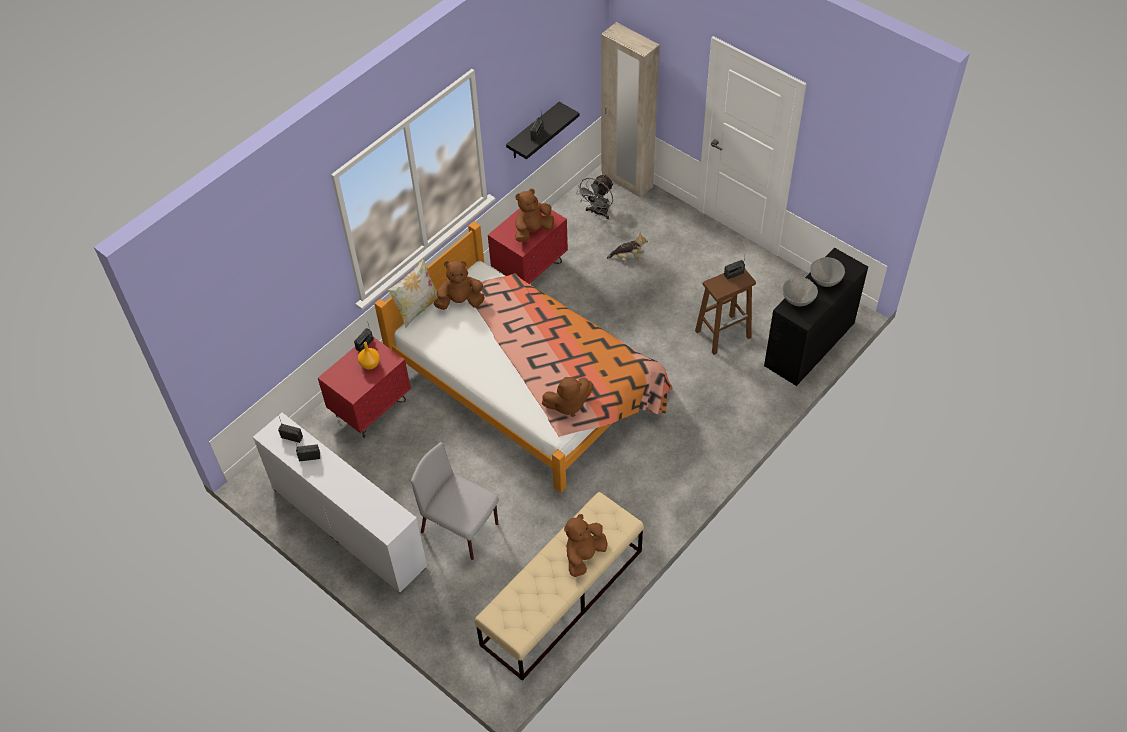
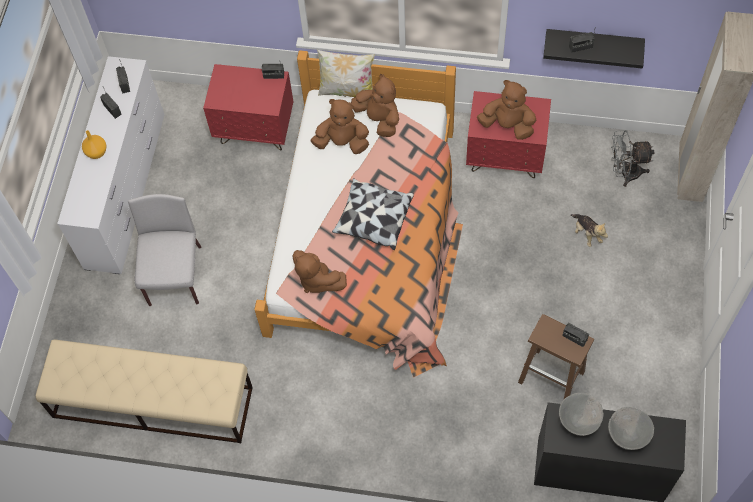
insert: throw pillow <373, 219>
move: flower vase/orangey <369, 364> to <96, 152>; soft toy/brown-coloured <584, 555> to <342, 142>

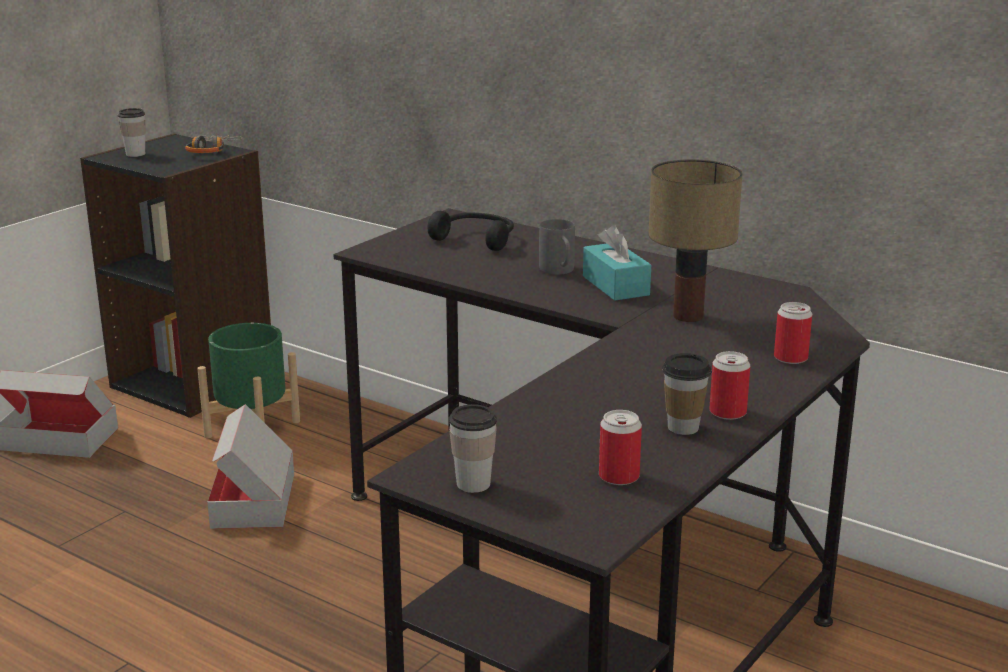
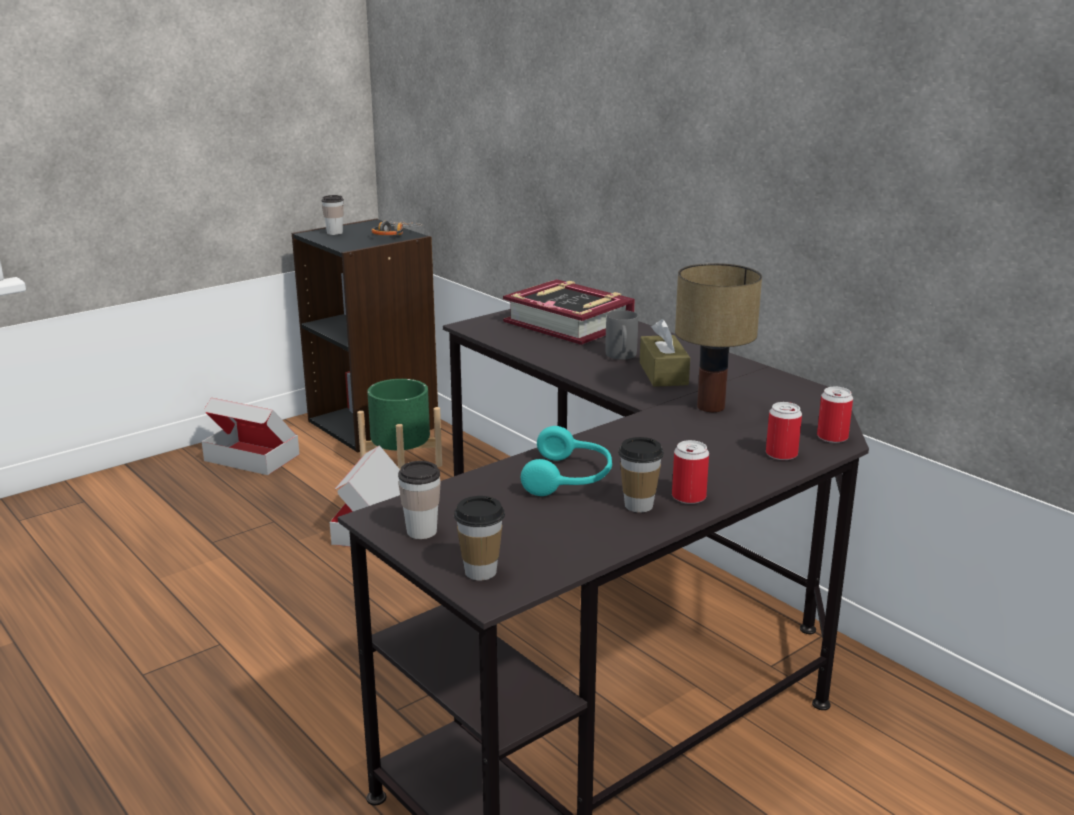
insert: small cup <480, 572>; pair of headphones/turquoise-coloured <570, 478>
move: metal can <619, 477> to <832, 437>
replace: pair of headphones/black-coloured <476, 239> to book <569, 323>
recolor: tissue box/turquoise-coloured <615, 285> to tissue box/brown-coloured <663, 374>

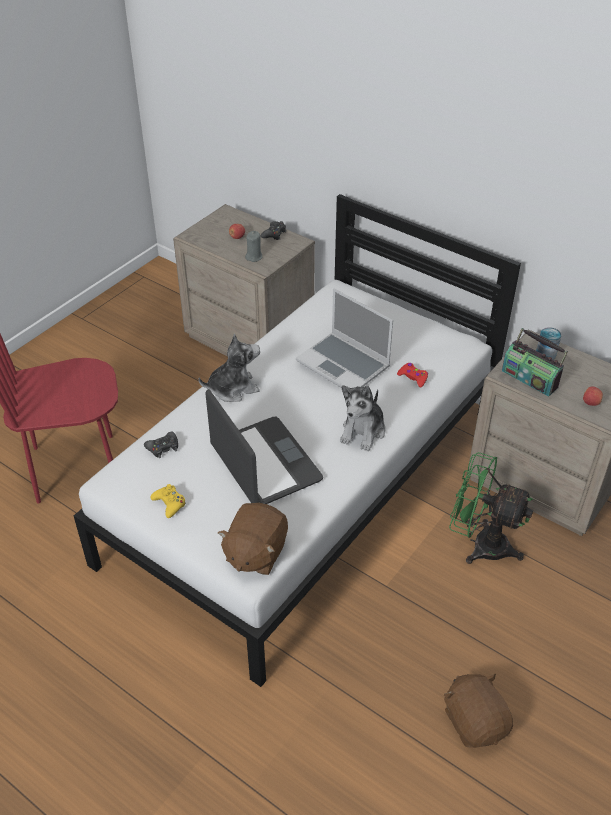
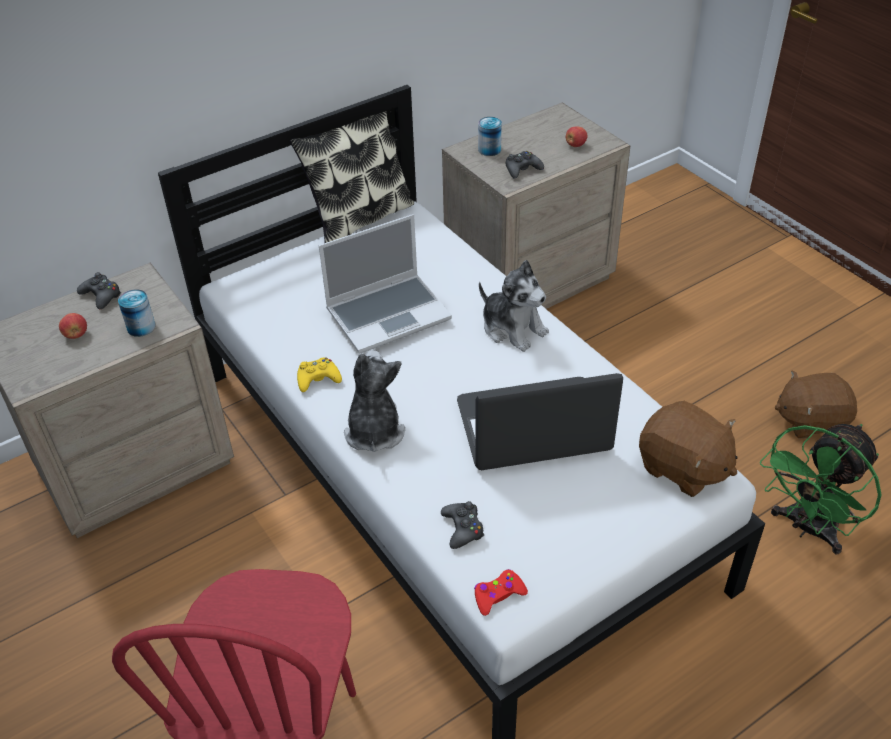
insert: throw pillow <359, 219>
move: game controller/yellow-coloured <169, 503> to <318, 379>; game controller/red-coloured <413, 377> to <498, 595>; cooling fan/green <480, 544> to <807, 528>
replace: wax candle/gray <254, 257> to metal can <141, 327>; radio receiver <530, 378> to game controller/black-coloured <522, 169>

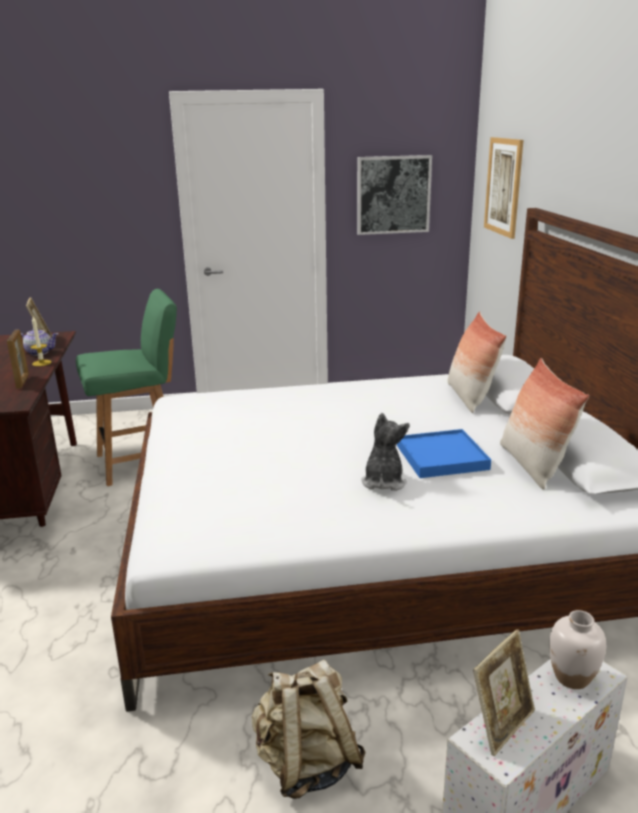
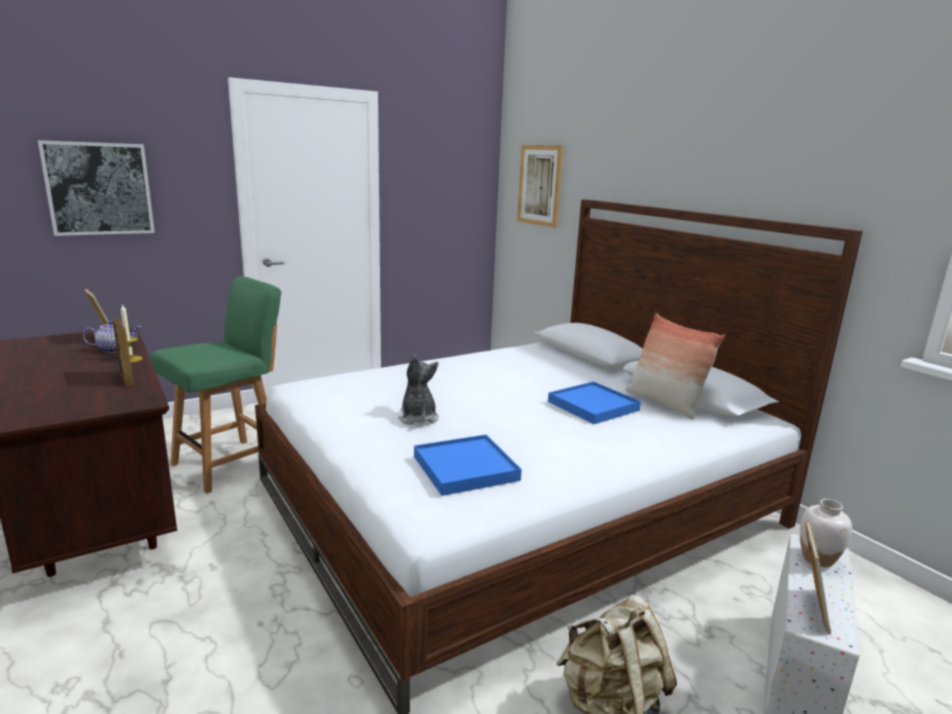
delete: throw pillow <469, 397>
insert: serving tray/blue-coloured <465, 468>
move: wall art <393, 195> to <99, 188>; soft toy <383, 481> to <418, 418>

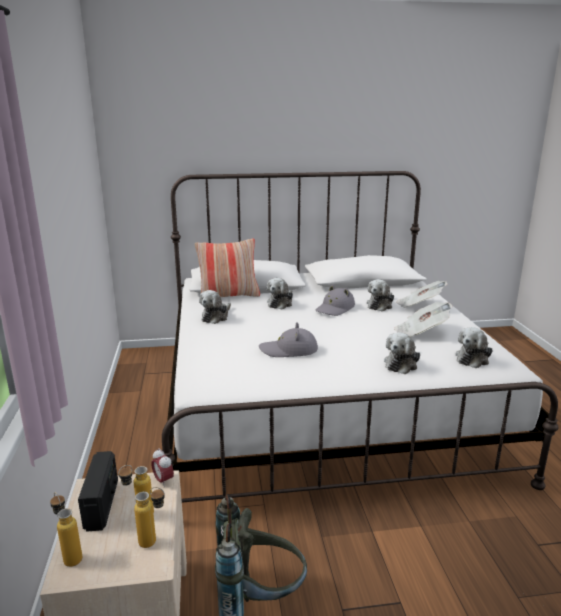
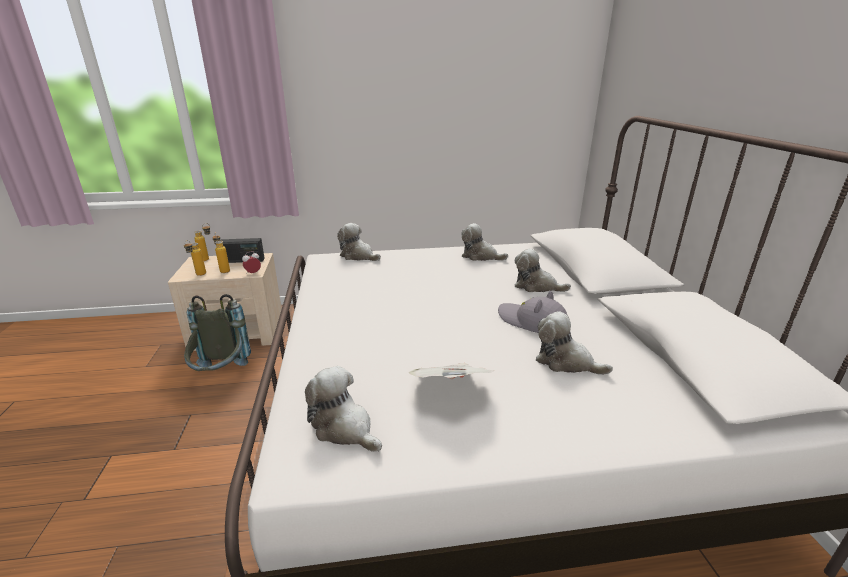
delete: throw pillow <228, 296>; wearable hat/gray <289, 350>; printed paper <419, 306>
move: soft toy <401, 364> to <358, 256>

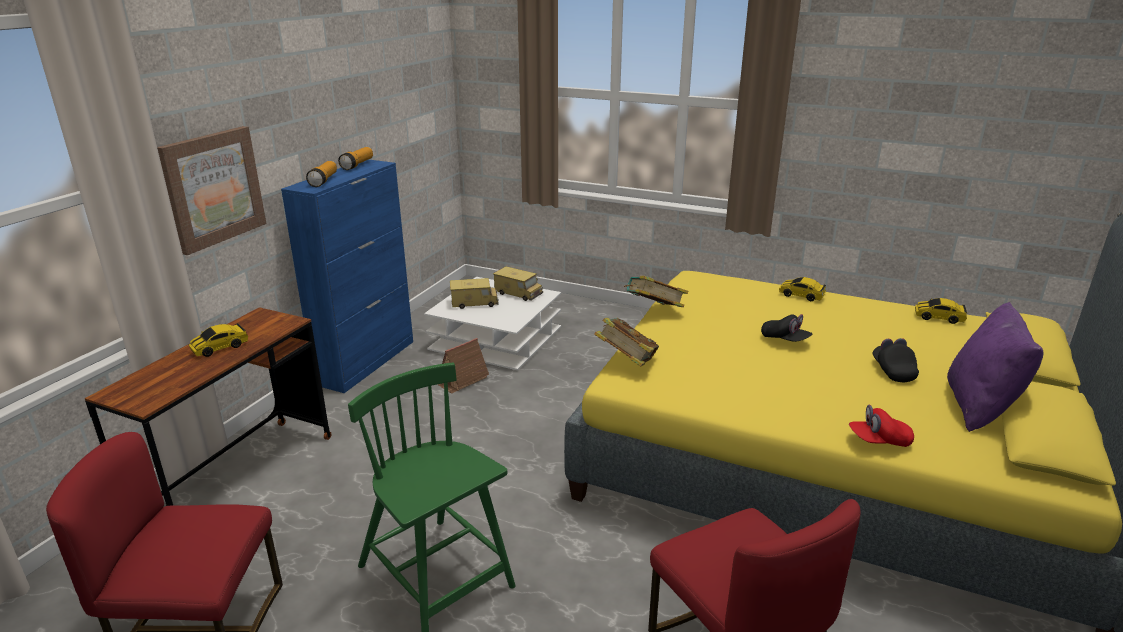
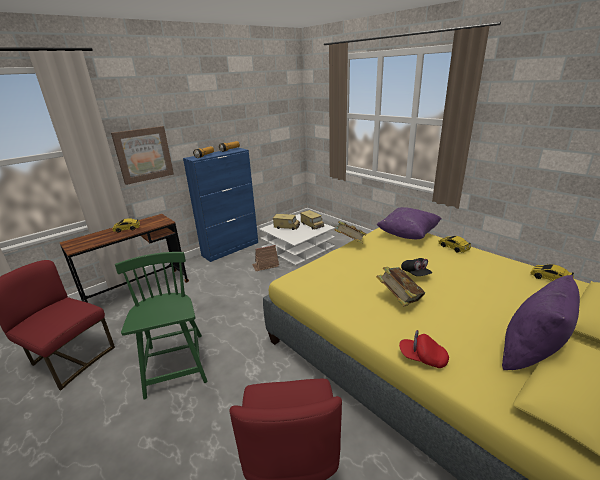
delete: peaked cap/black-coloured <893, 371>
insert: throw pillow/purplish <407, 234>
move: book <626, 362> to <399, 299>

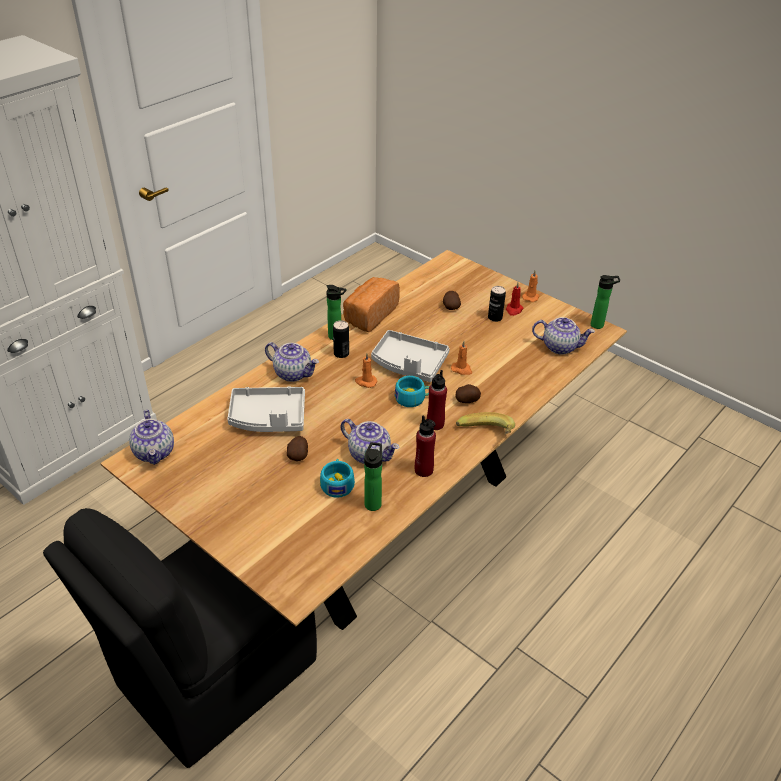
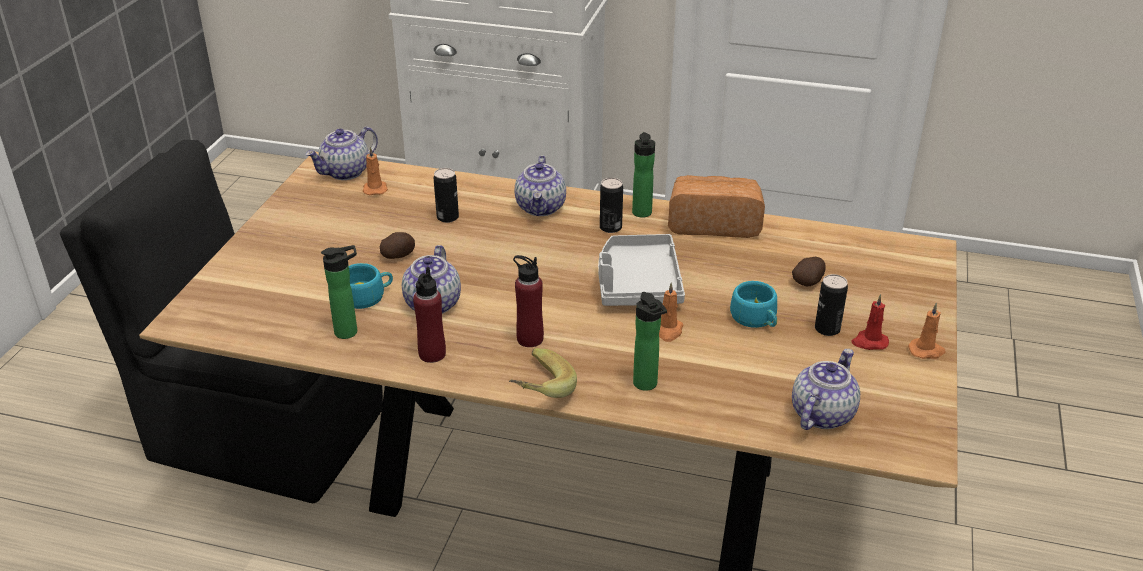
delete: whole potato <467, 401>
move: wax candle/orangey <365, 382> to <375, 189>; small cup/turquoise-coloured <413, 399> to <756, 319>; beverage bottle <599, 325> to <647, 385>
replace: serving tray/gray <268, 418> to metal can <447, 217>
rotate: tea pot <560, 347> = <821, 413> 135 degrees counterclockwise

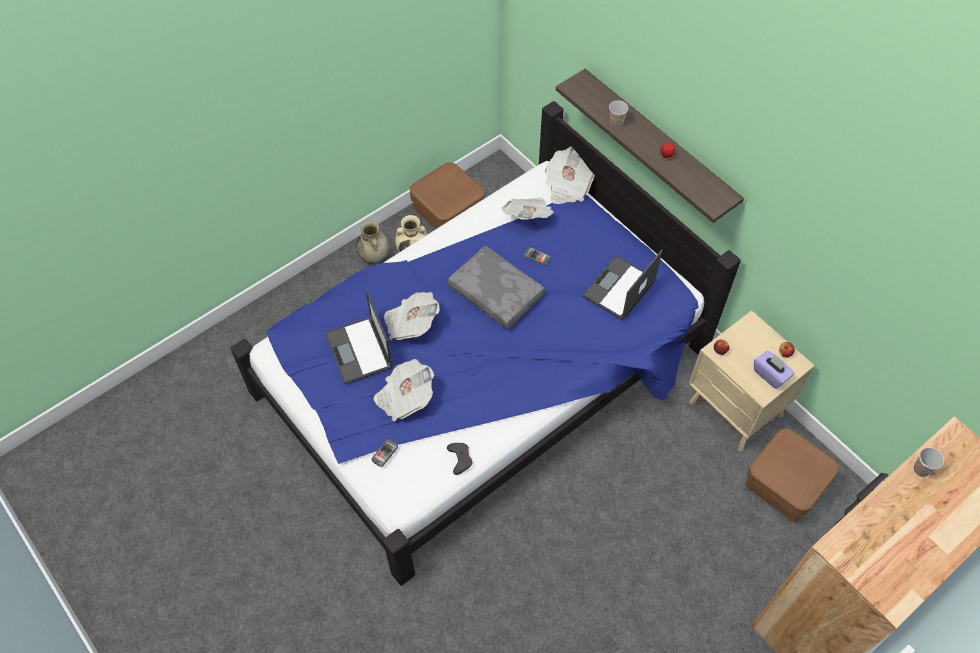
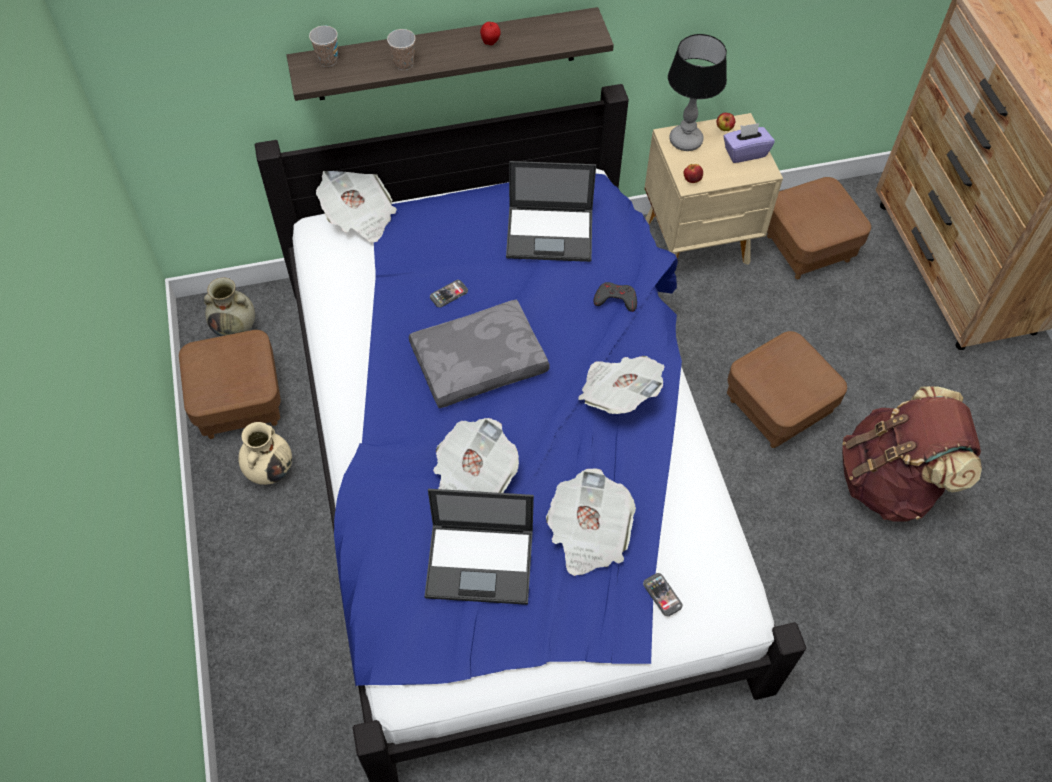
insert: tabletop lamp <686, 141>; footrest/brown-coloured <776, 408>; rucksack/brown-coloured <890, 481>
move: flower vase/sand-coloured <374, 256> to <236, 328>; game controller/gray <460, 458> to <615, 299>; printed paper <528, 217> to <618, 394>; small cup <921, 469> to <327, 60>
rotate: notebook computer <618, 289> = <551, 233> 60 degrees counterclockwise

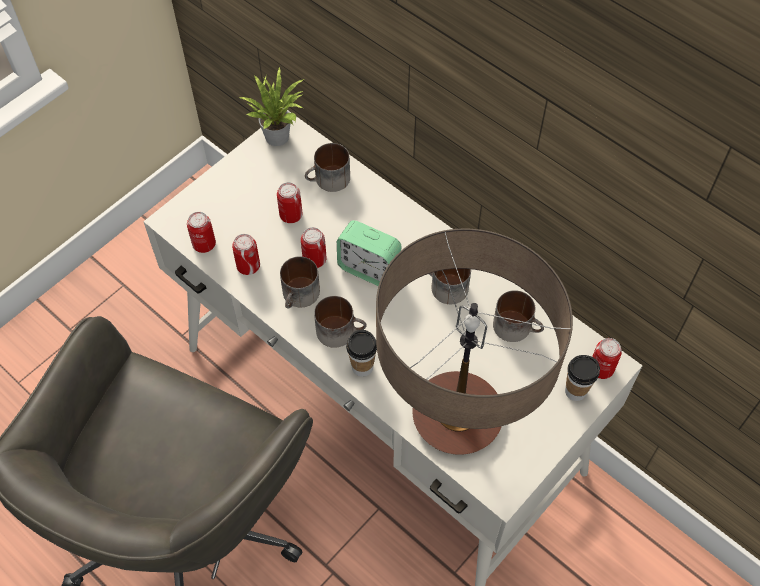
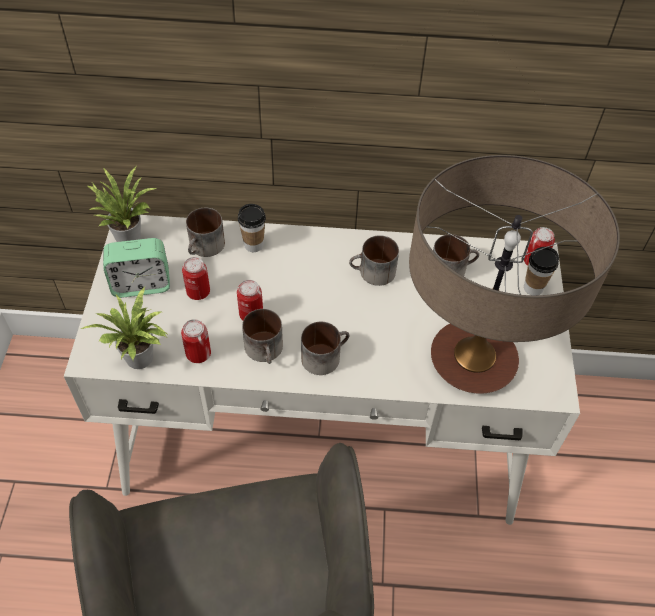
move: alarm clock <369, 269> to <141, 284>; small cup <362, 367> to <253, 245>
replace: metal can <204, 244> to houseplant <141, 360>

